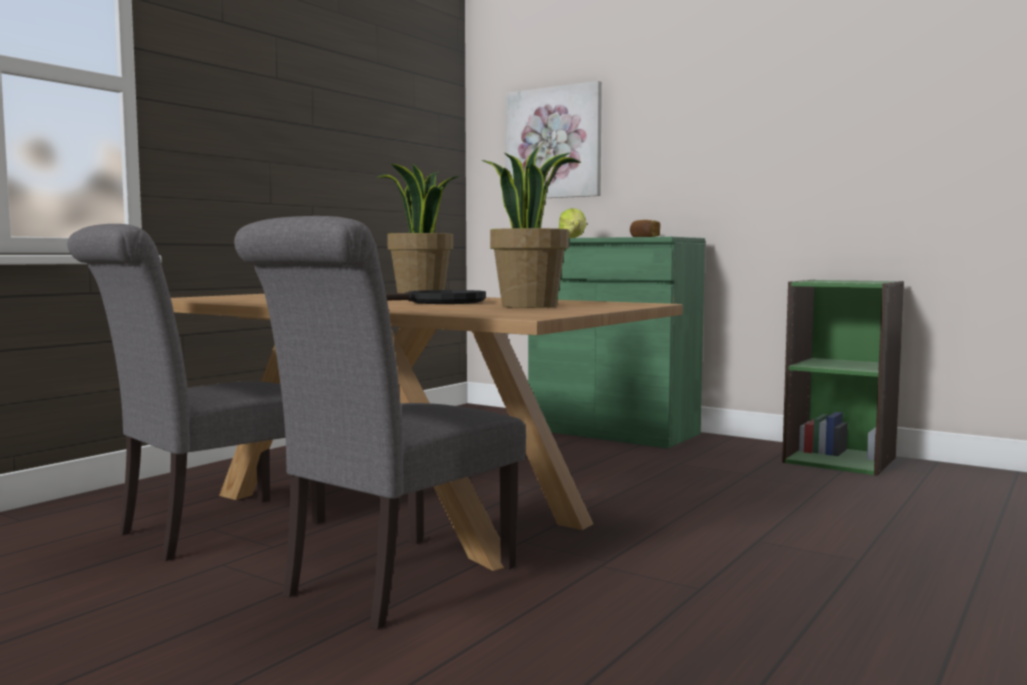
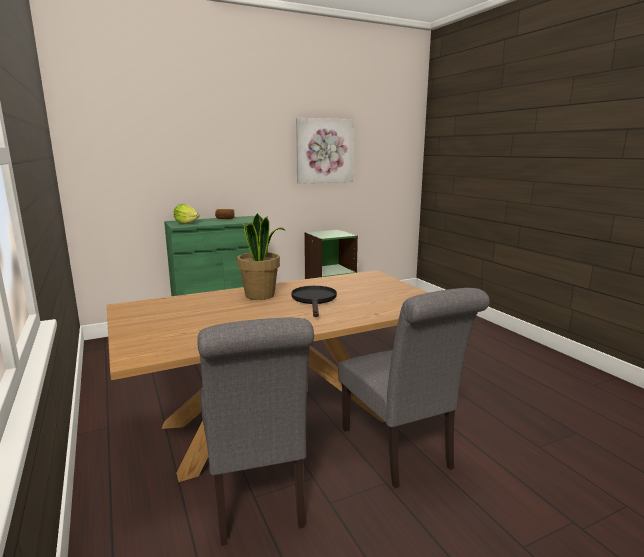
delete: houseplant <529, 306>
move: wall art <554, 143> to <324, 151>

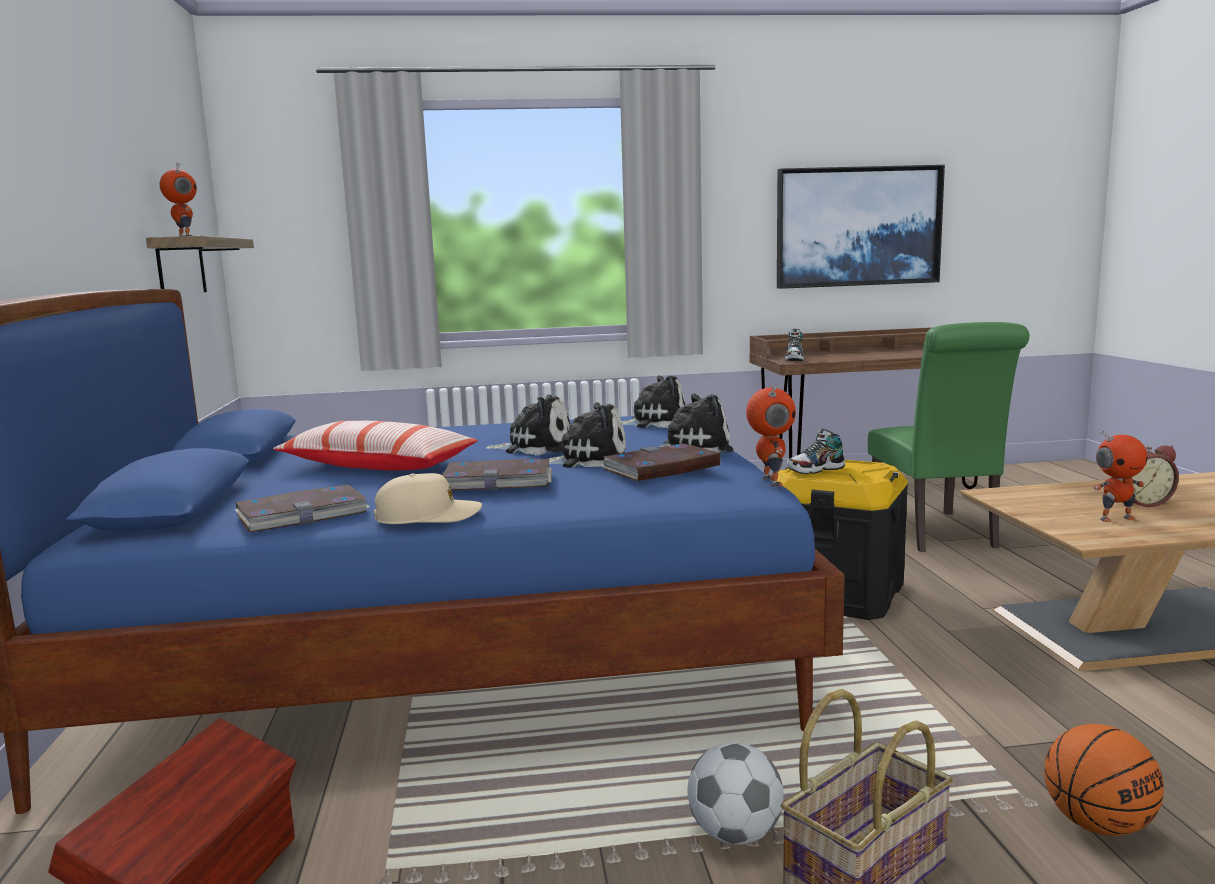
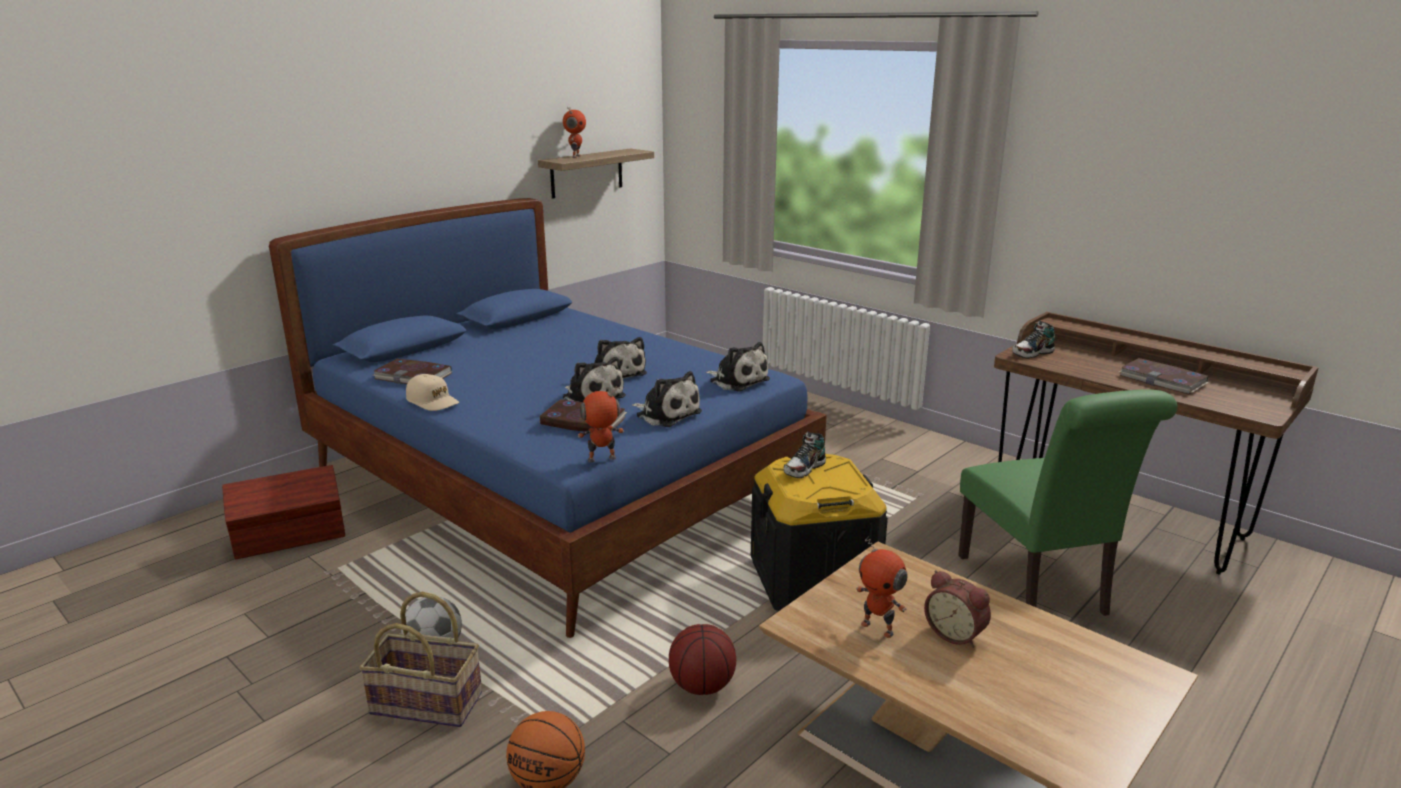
delete: throw pillow <378, 466>; wall art <858, 227>
insert: basketball <701, 686>
move: book <498, 481> to <1163, 380>
rotate: robot figure <769, 482> = <602, 459> 150 degrees counterclockwise; shoe <816, 470> = <804, 469> 75 degrees counterclockwise; upright chair/green <937, 534> = <1037, 589> 60 degrees counterclockwise

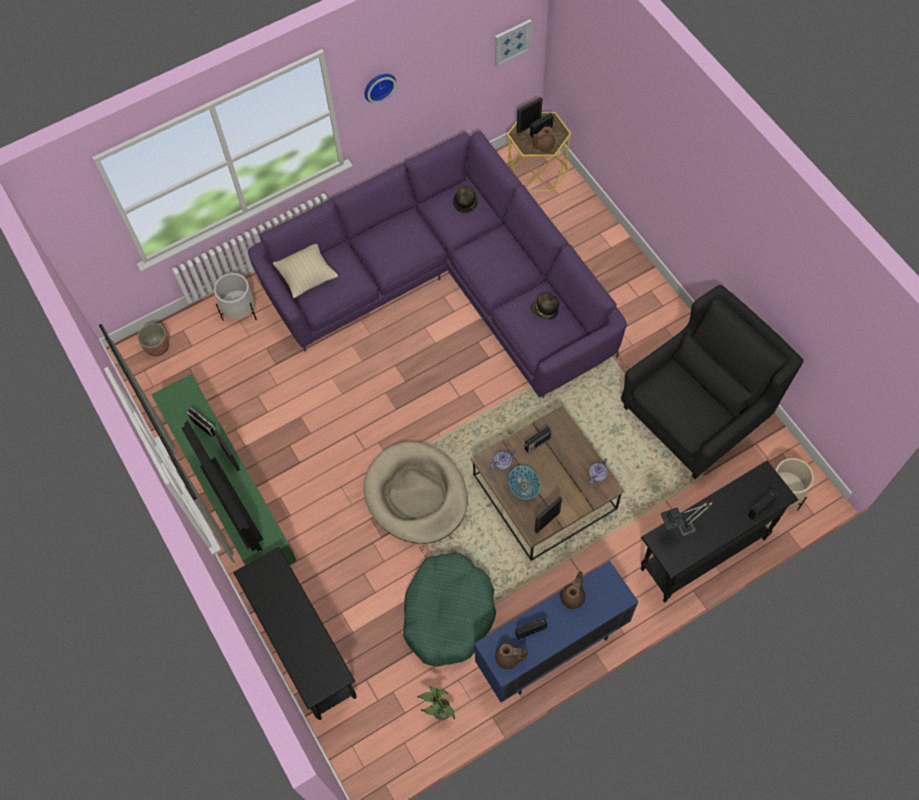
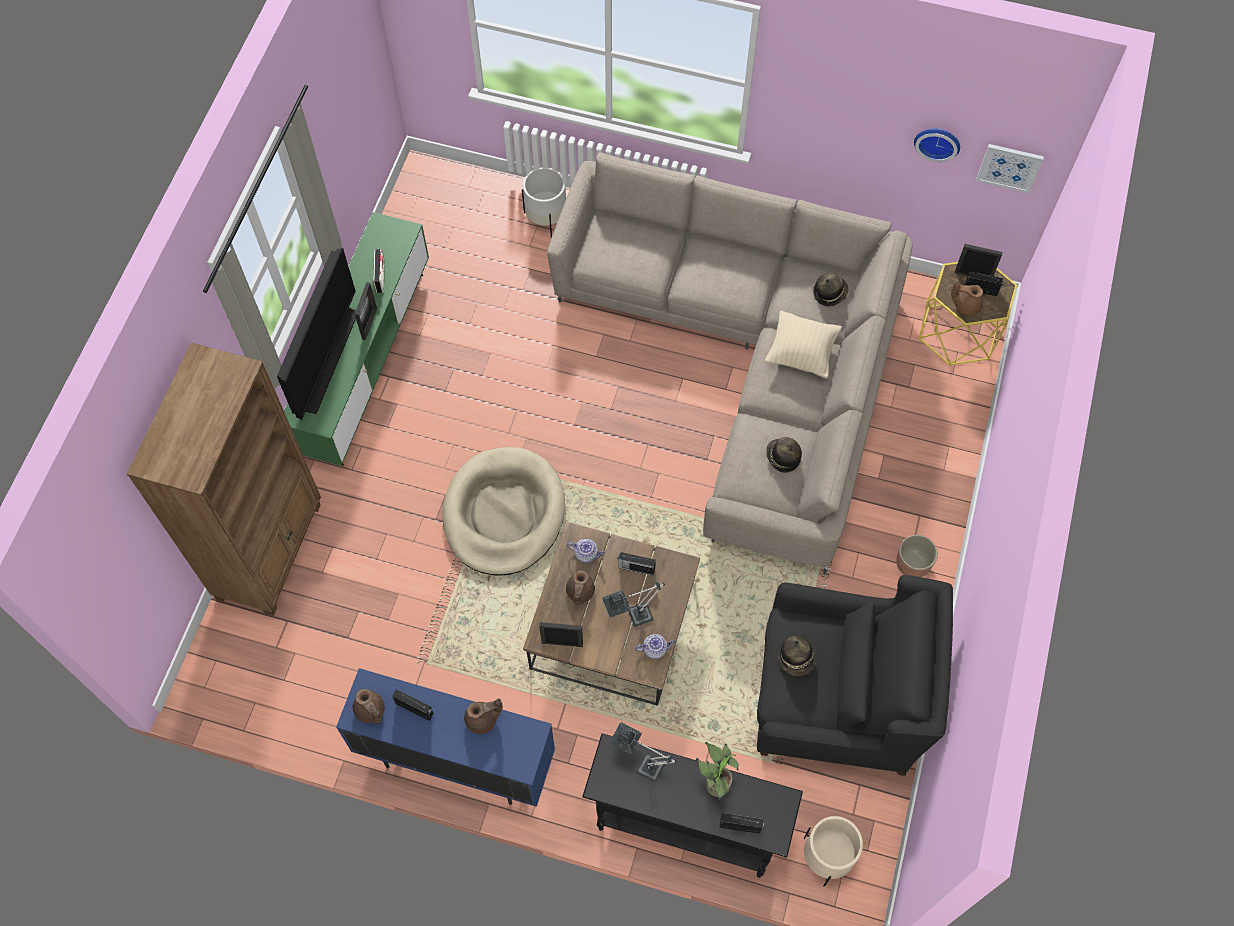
delete: pet bed/green <448, 613>
insert: tabletop lamp <634, 617>; wearable hat <797, 659>
move: planter <157, 347> to <912, 564>; throw pillow/sand-coloured <307, 277> to <801, 353>; hanging clock <378, 86> to <937, 141>; houseplant <439, 712> to <714, 783>
replace: narrow table/black-coloured <307, 652> to bookshelf/brown-coloured <271, 550>; deep dish <524, 486> to tea pot/brown-coloured <579, 593>
recolor: couch/purplish <447, 284> to couch/sand-coloured <749, 359>

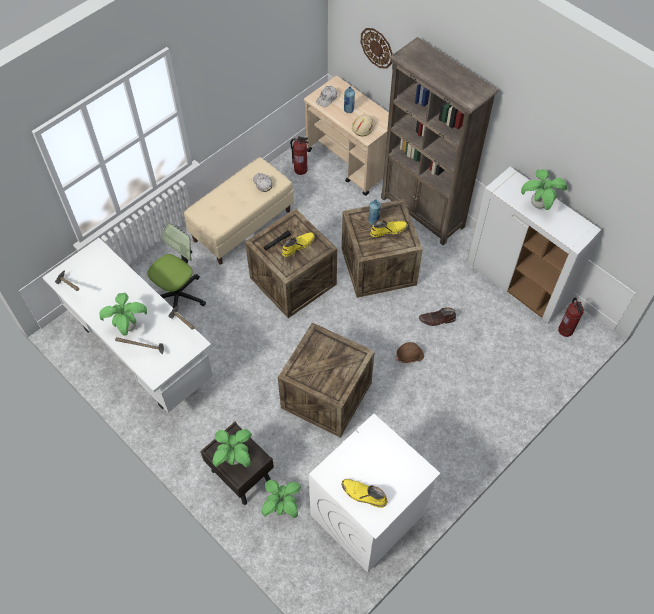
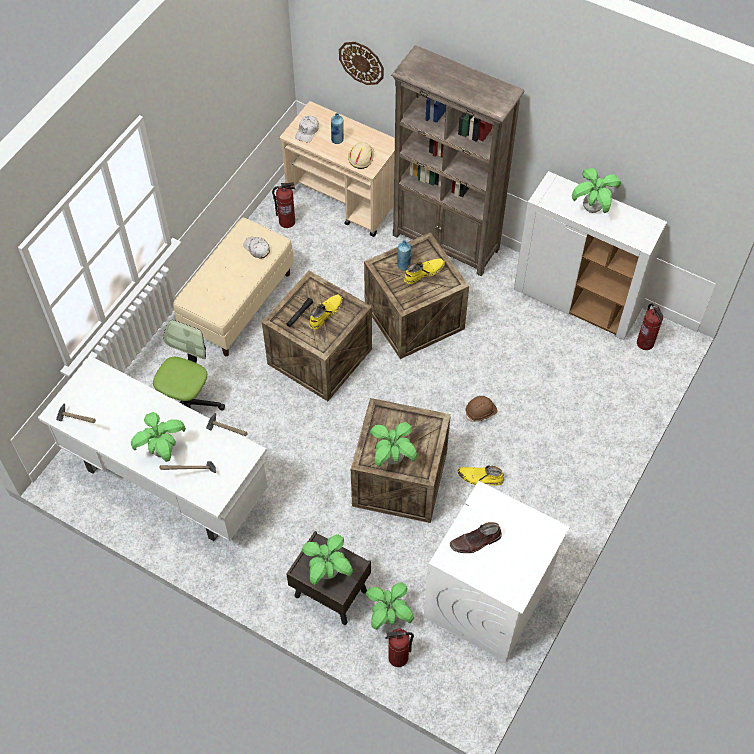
insert: houseplant <393, 458>; extinguisher <398, 658>
move: tall boot/yellow-coloured <363, 494> to <480, 478>; tall boot/brown-coloured <437, 319> to <475, 542>

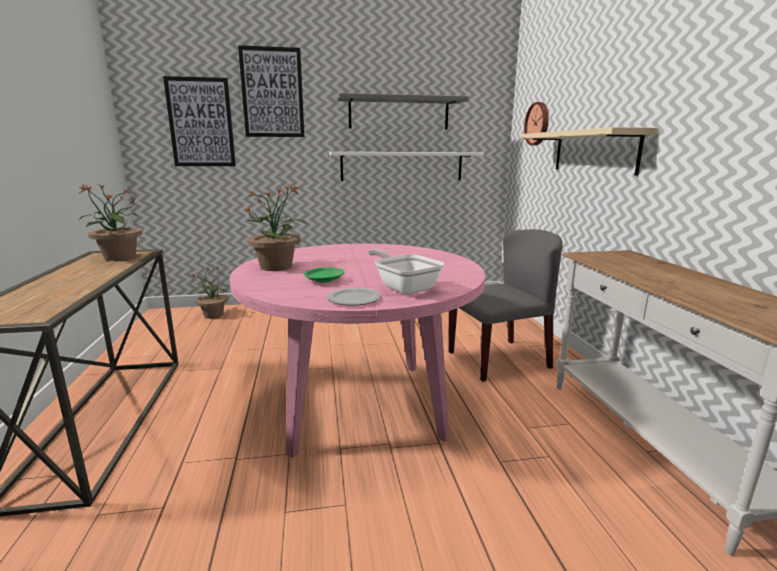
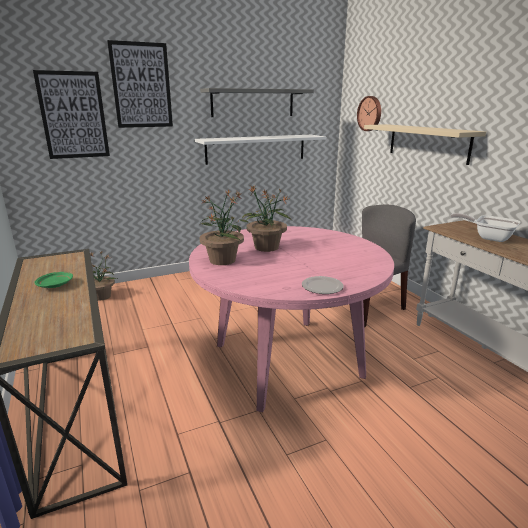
move: houseplant <119, 257> to <266, 248>; flat dish/green <324, 280> to <55, 285>; skillet <404, 288> to <488, 237>

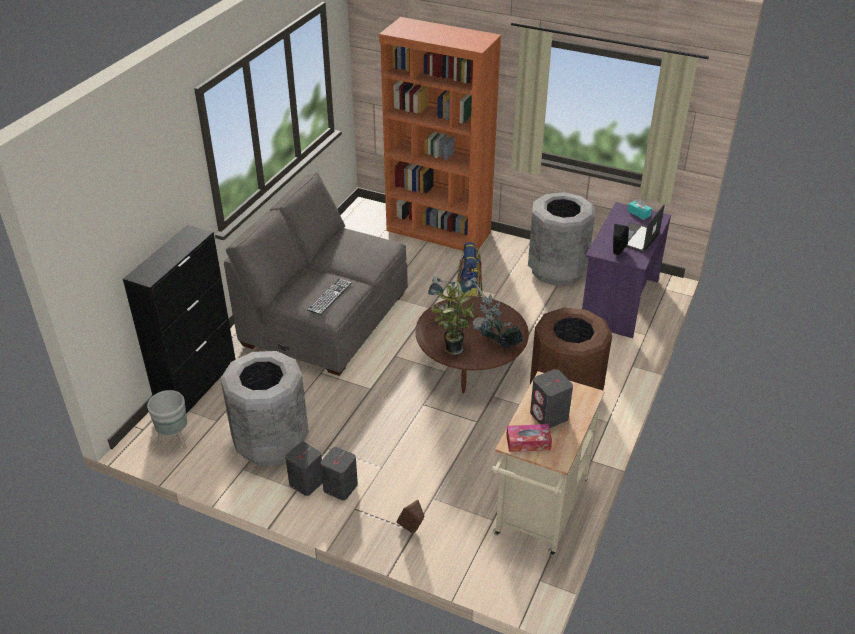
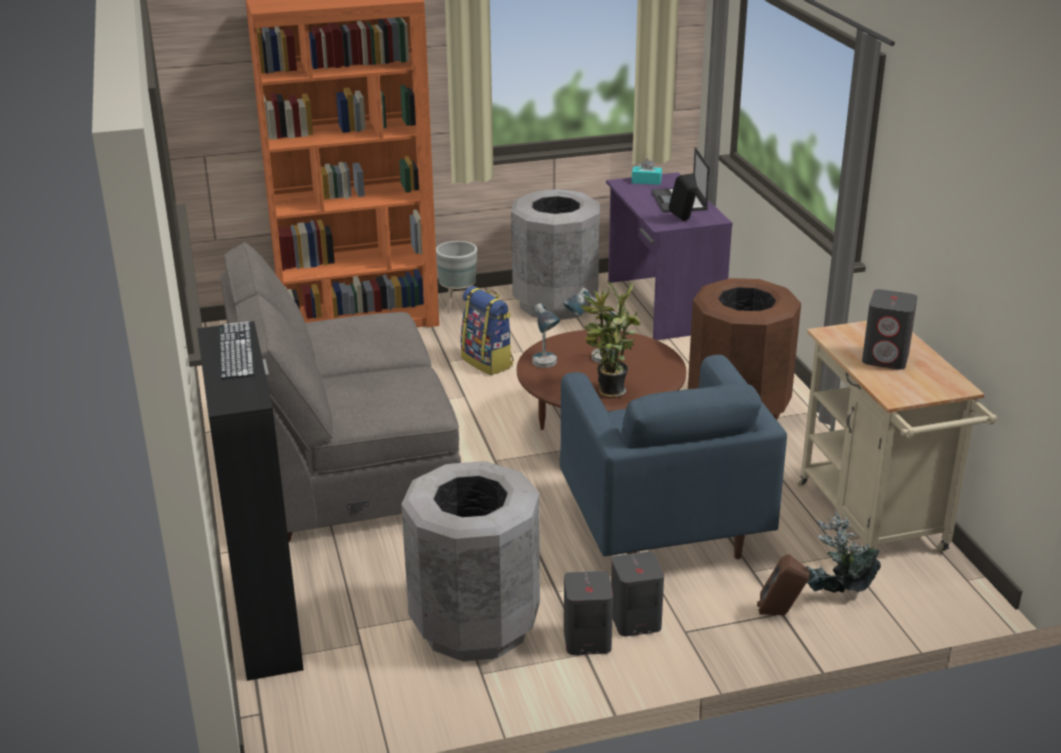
delete: tissue box <528, 442>
insert: easy chair/blue-coloured <662, 526>
move: planter/gray <174, 440> to <457, 306>; computer keyboard <330, 296> to <236, 350>; houseplant <497, 346> to <837, 597>

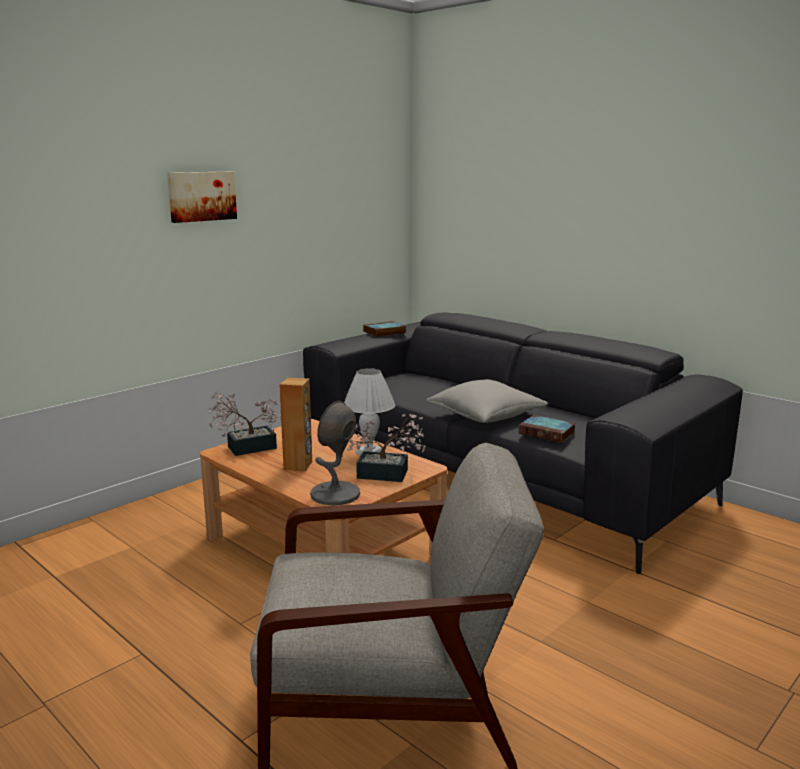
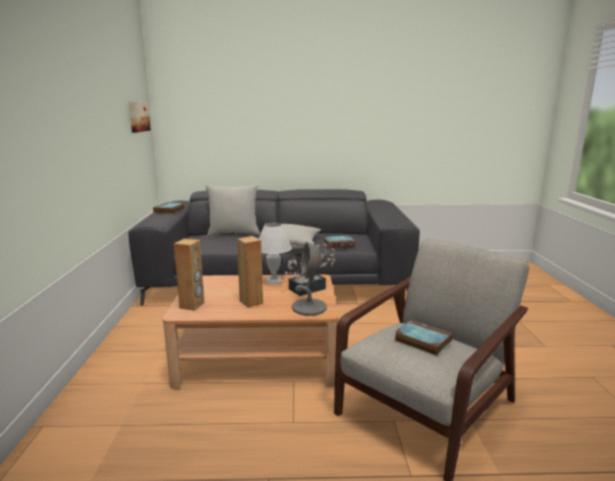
insert: throw pillow/gray <234, 233>; book <421, 340>
move: wall art <201, 196> to <138, 116>
replace: houseplant <246, 448> to speaker/brown-coloured <192, 305>

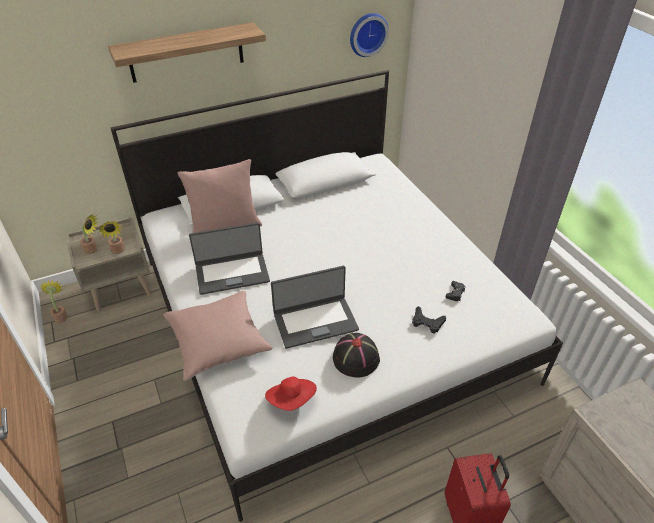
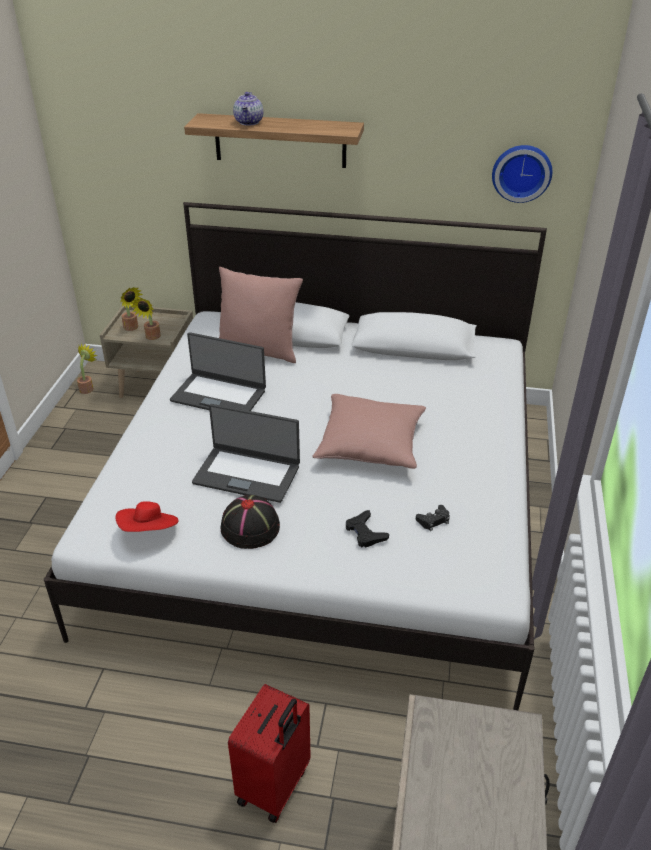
insert: tea pot <249, 122>
move: throw pillow/pink-coloured <218, 342> to <370, 444>

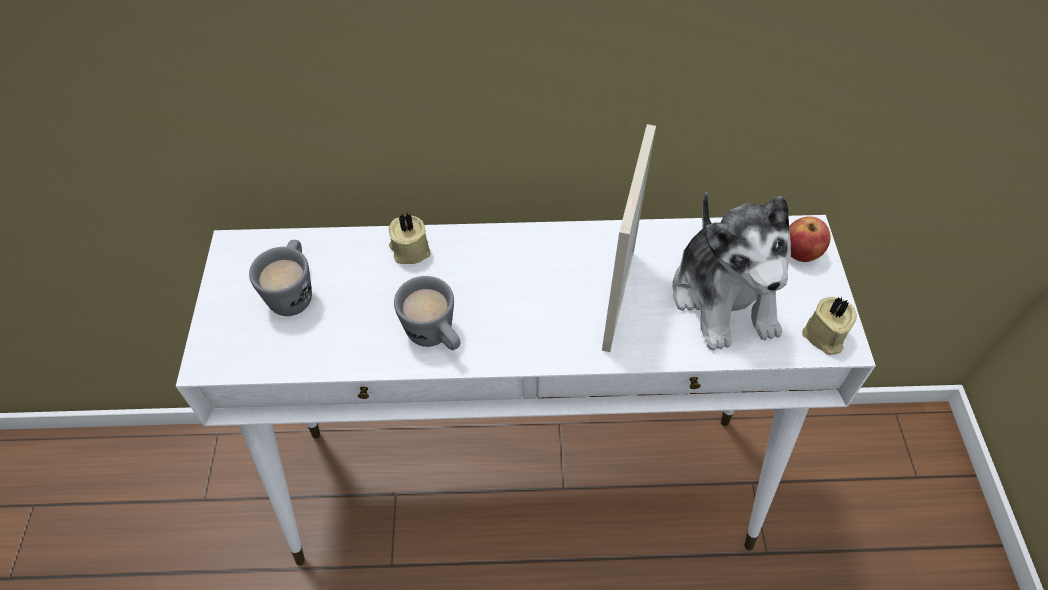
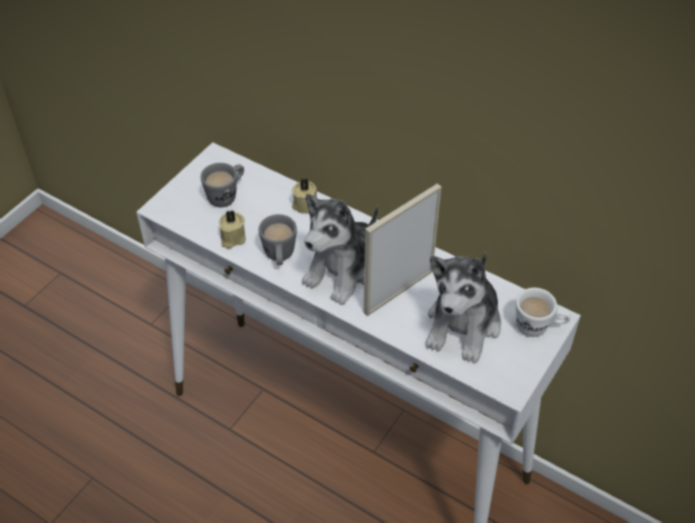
insert: soft toy <345, 270>
move: wax candle/sand-coloured <824, 336> to <232, 238>
replace: apple <801, 253> to mug/white <538, 327>

